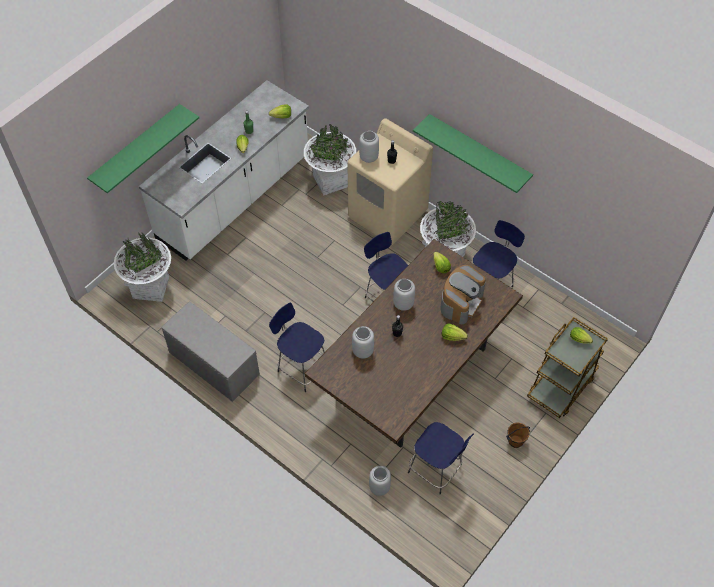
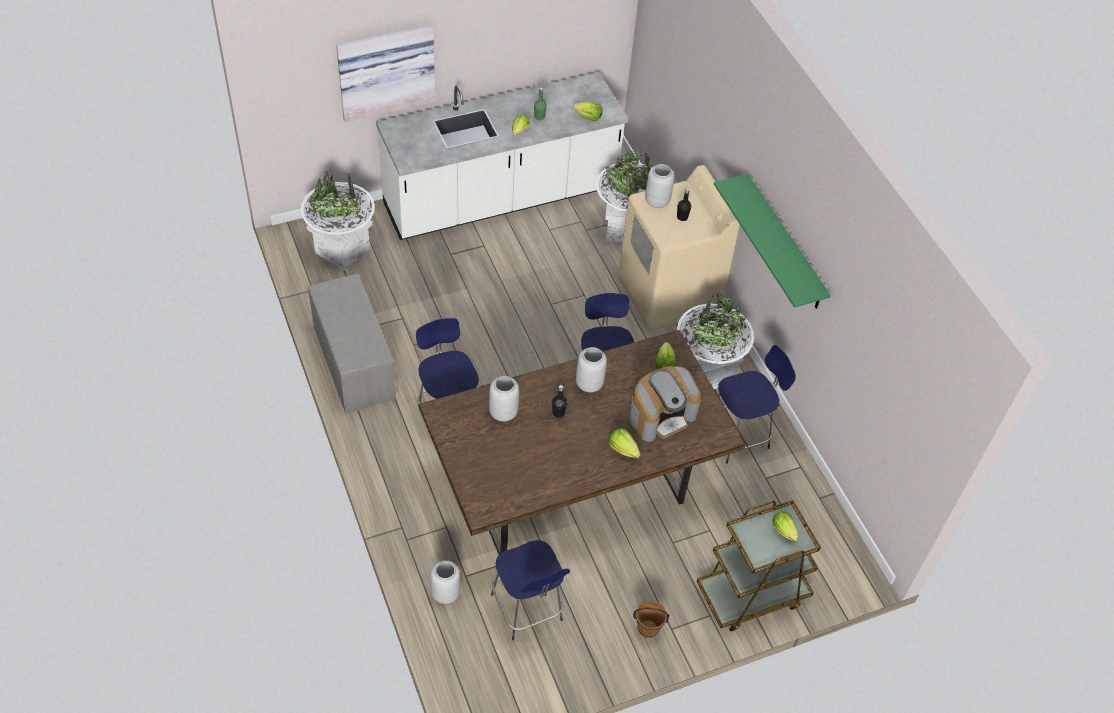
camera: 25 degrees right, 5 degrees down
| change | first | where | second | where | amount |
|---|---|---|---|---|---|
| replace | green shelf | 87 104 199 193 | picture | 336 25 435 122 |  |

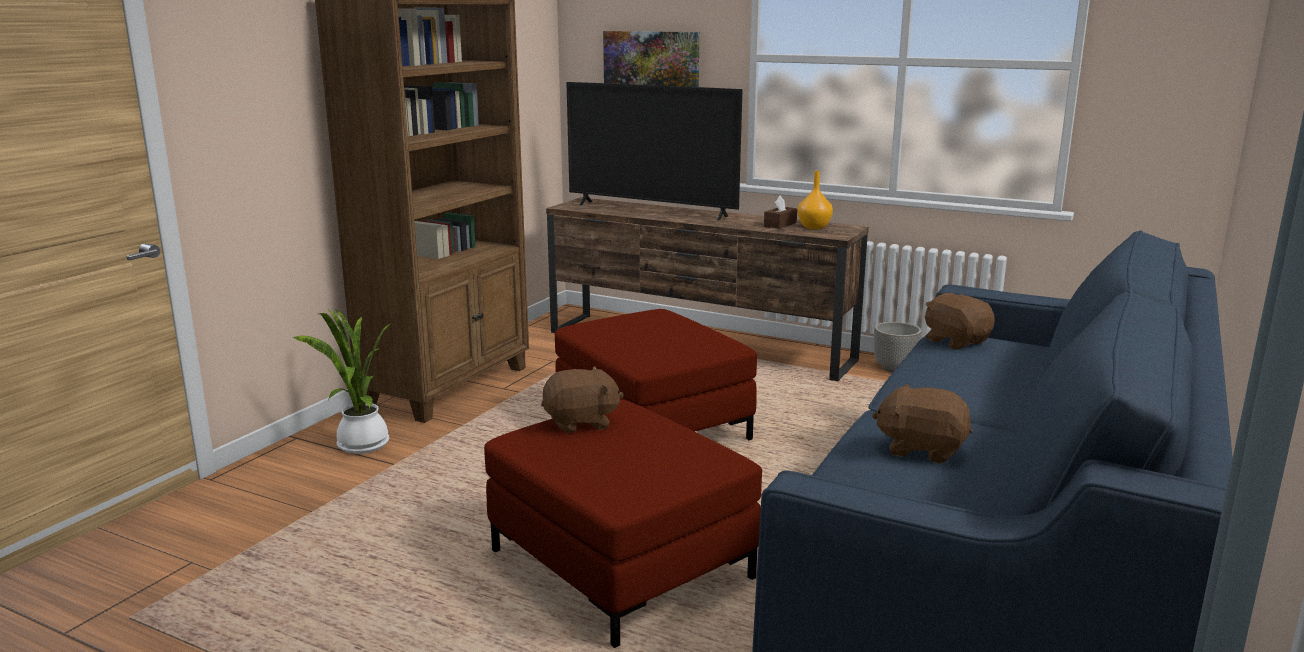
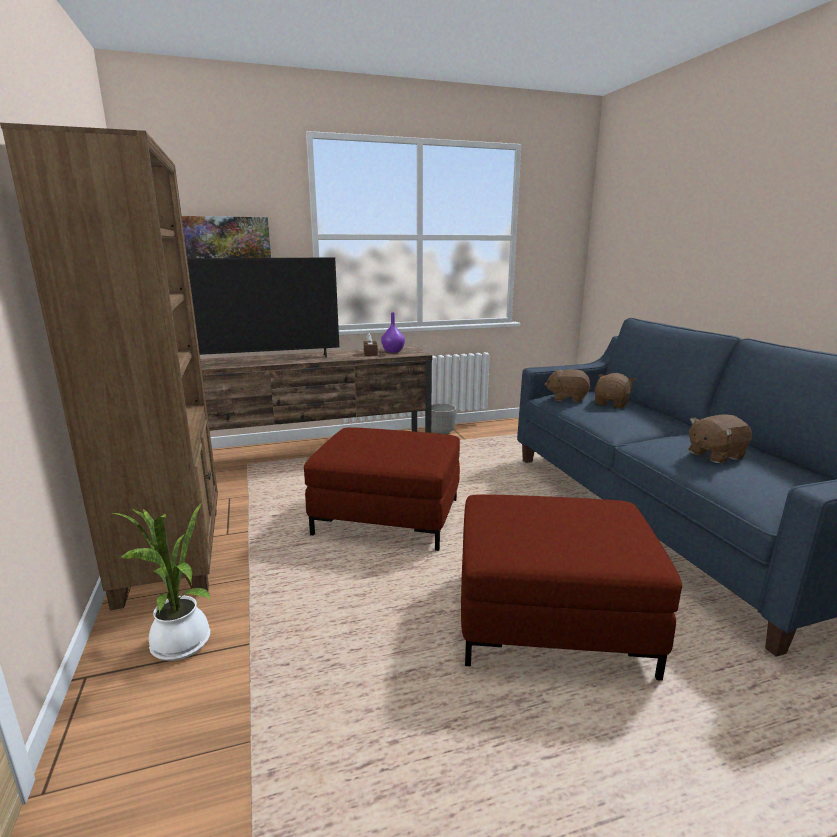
camera: 45 degrees left, 0 degrees up
| change | first | where | second | where | amount |
|---|---|---|---|---|---|
| recolor | orange vase | 798 171 833 229 | purple vase | 381 312 405 353 |  |
| move | brown plush toy | 541 366 624 433 |  | 595 373 636 408 |  |

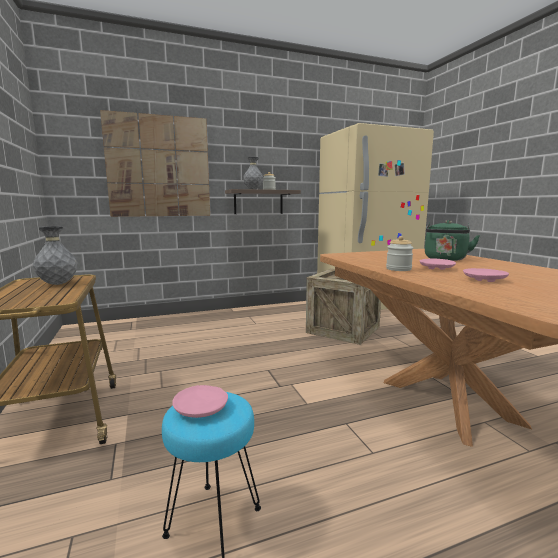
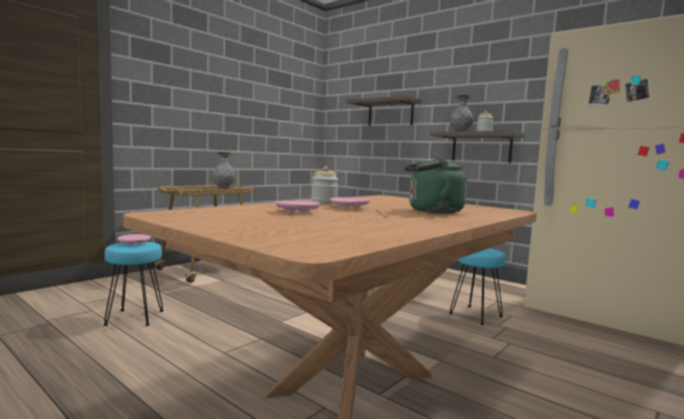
camera: 60 degrees right, 5 degrees down
| change | first | where | second | where | amount |
|---|---|---|---|---|---|
| replace | picture | 100 110 210 217 | shelf | 346 95 422 126 |  |
| replace | crate | 306 269 381 345 | turquoise stool | 449 248 506 325 |  |

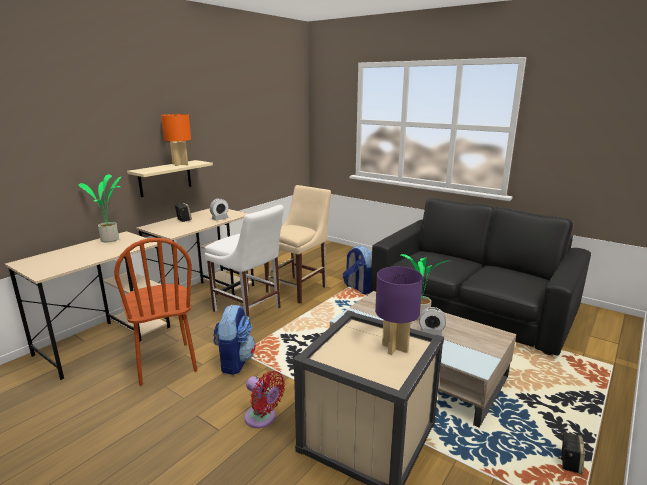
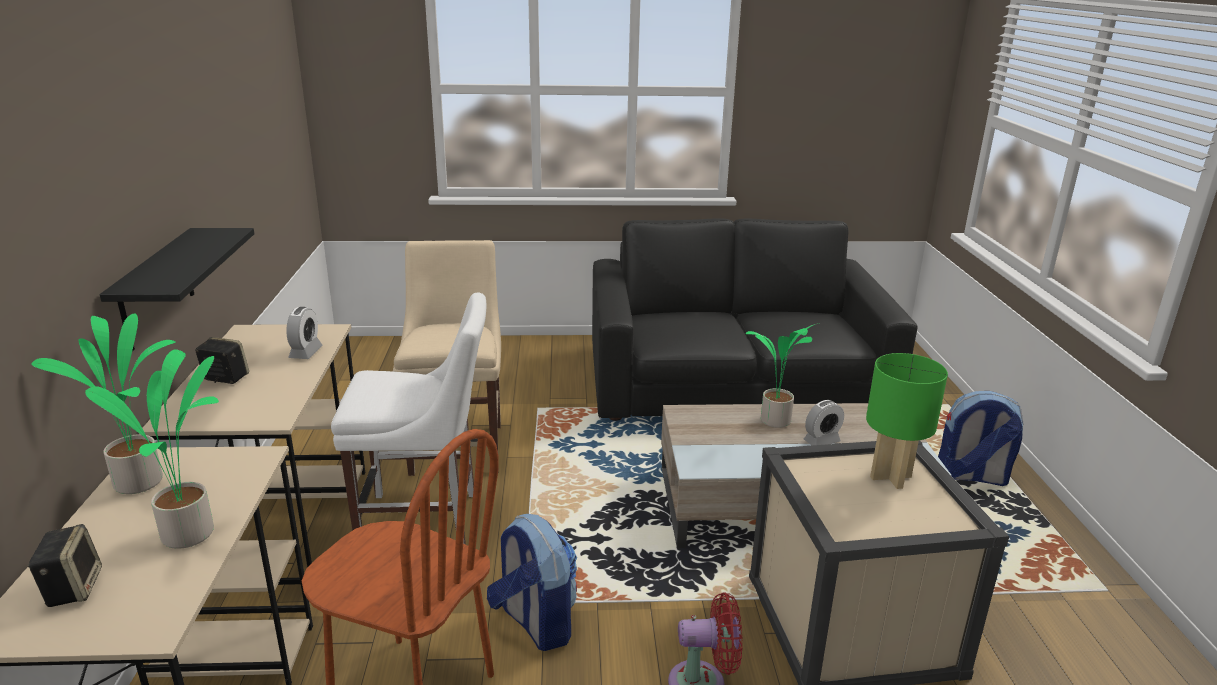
camera: 40 degrees left, 5 degrees up
| change | first | where | second | where | amount |
|---|---|---|---|---|---|
| move | speaker | 558 432 585 474 |  | 27 524 102 607 |  |
| insert |  |  | potted plant | 85 349 219 549 |  |
| recolor | beige shelf | 127 160 213 197 | black shelf | 100 228 254 351 |  |
| recolor | purple table lamp | 375 267 423 355 | green table lamp | 866 353 948 489 |  |
| move | backpack | 343 246 372 294 |  | 938 391 1024 486 |  |
| delete | orange table lamp | 161 114 191 166 |  |  |  |

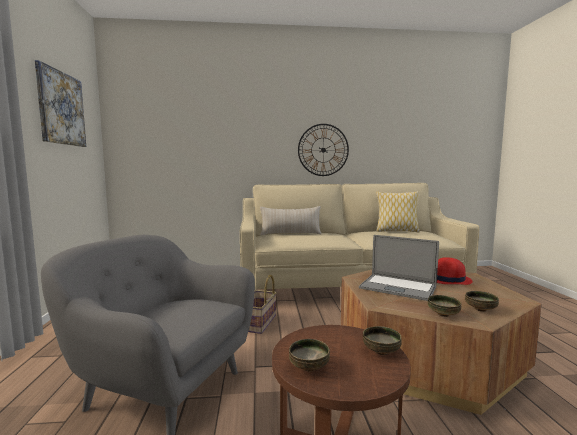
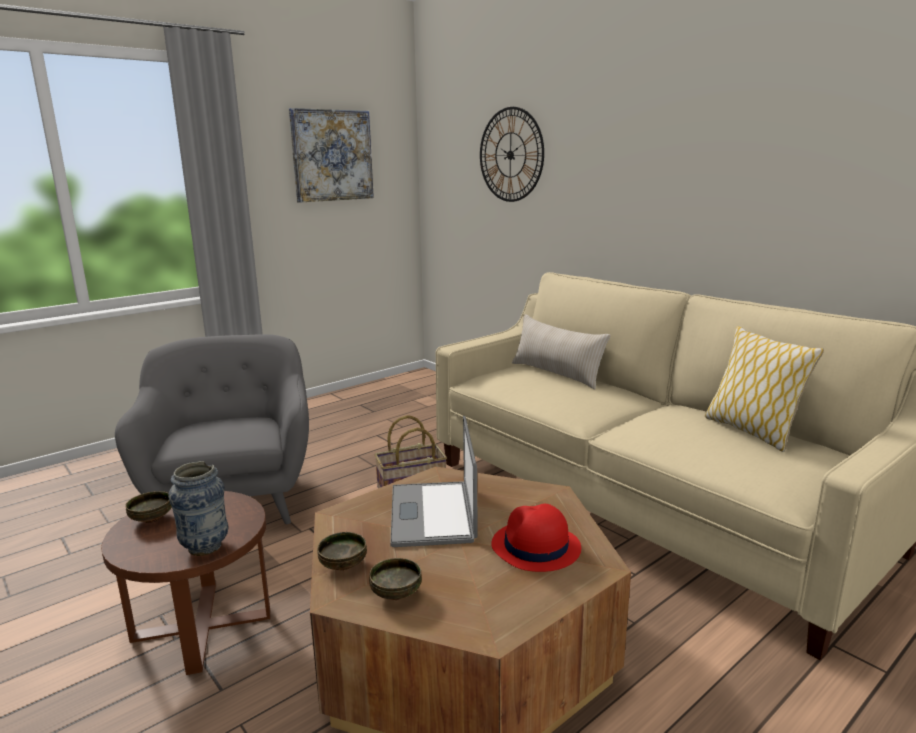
camera: 55 degrees right, 10 degrees up
| change | first | where | second | where | amount |
|---|---|---|---|---|---|
| replace | bowl | 363 326 402 355 | vase | 168 461 228 556 |  |
| move | wall clock | 298 124 349 176 |  | 480 107 544 202 |  |

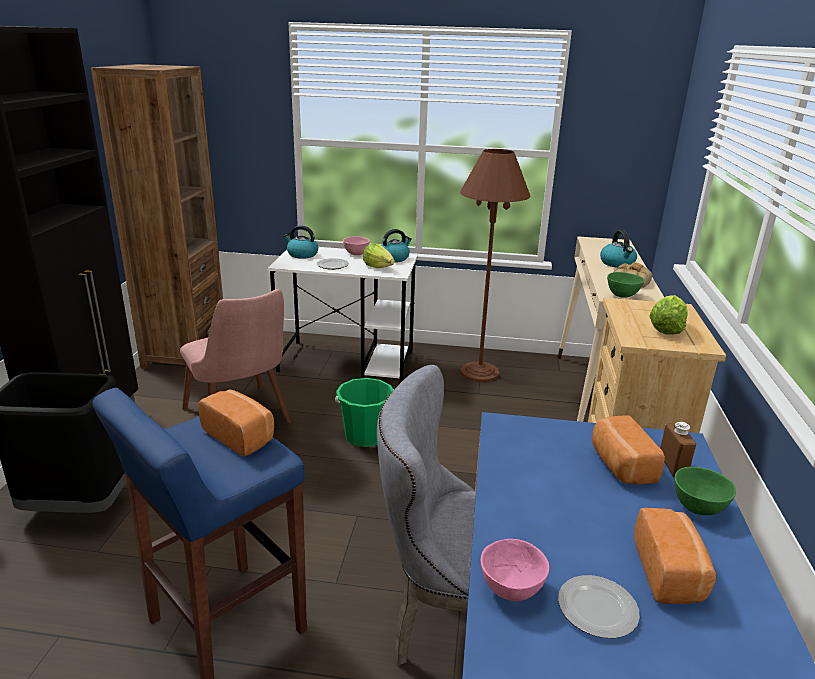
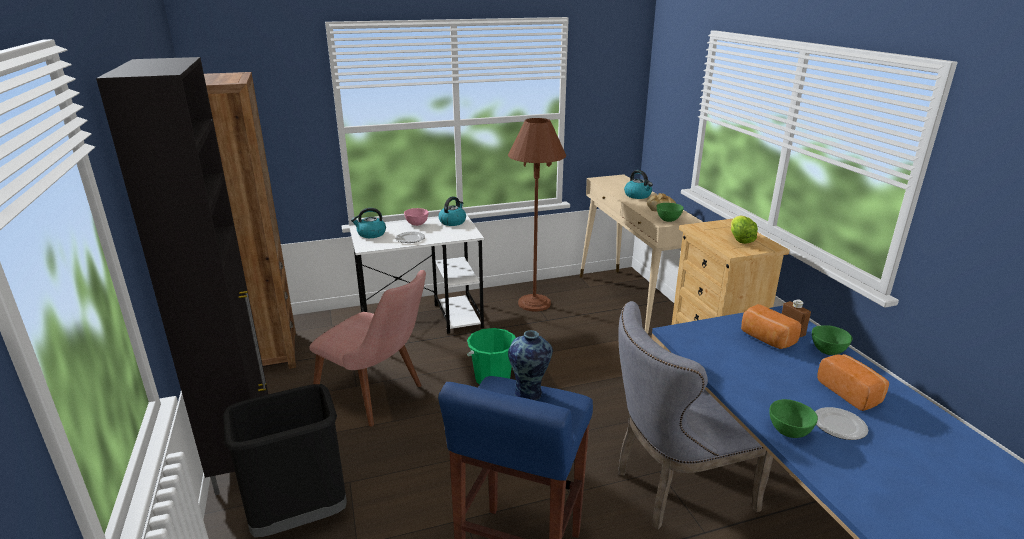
camera: 25 degrees left, 0 degrees up
| change | first | where | second | where | amount |
|---|---|---|---|---|---|
| replace | bread | 199 390 274 457 | vase | 508 330 553 400 |  |
| recolor | pink bowl | 481 539 549 601 | green bowl | 769 399 818 438 |  |
| delete | lettuce | 363 243 395 268 |  |  |  |

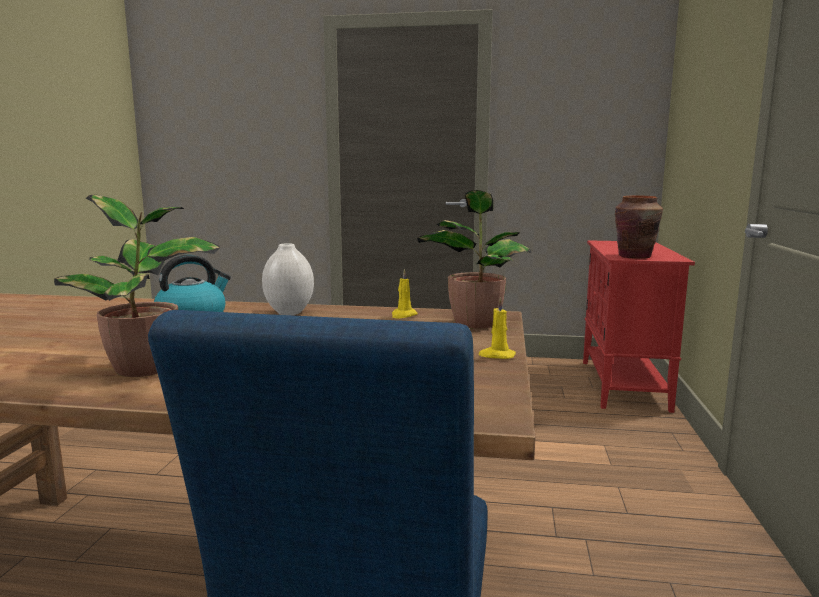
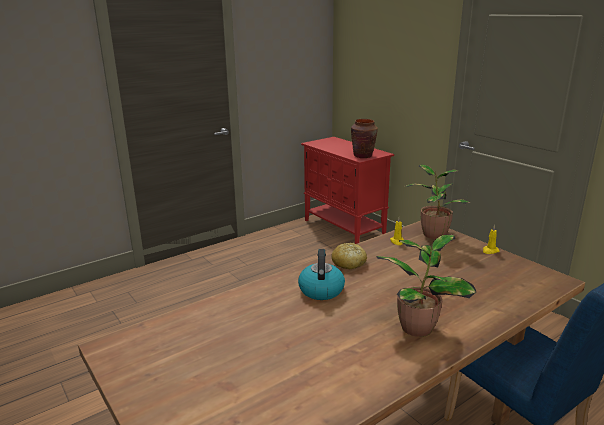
camera: 45 degrees left, 10 degrees up
| change | first | where | second | where | amount |
|---|---|---|---|---|---|
| replace | white vase | 262 243 314 315 | bread | 331 243 367 269 |  |

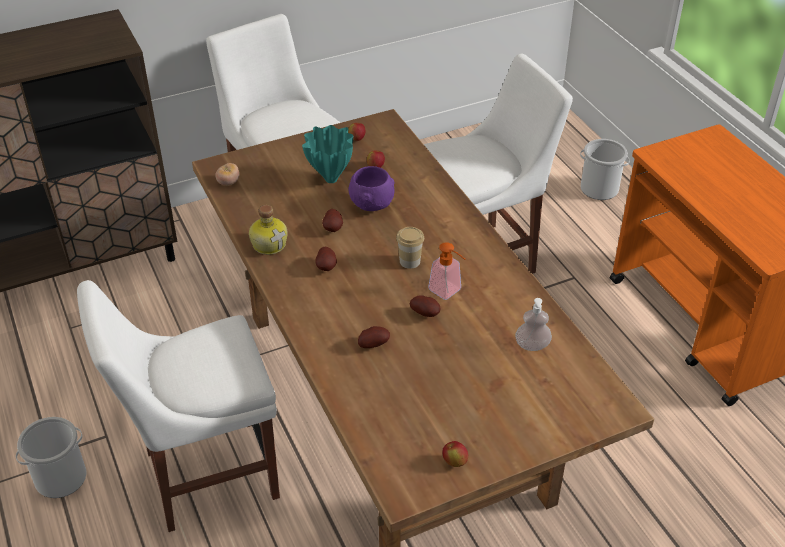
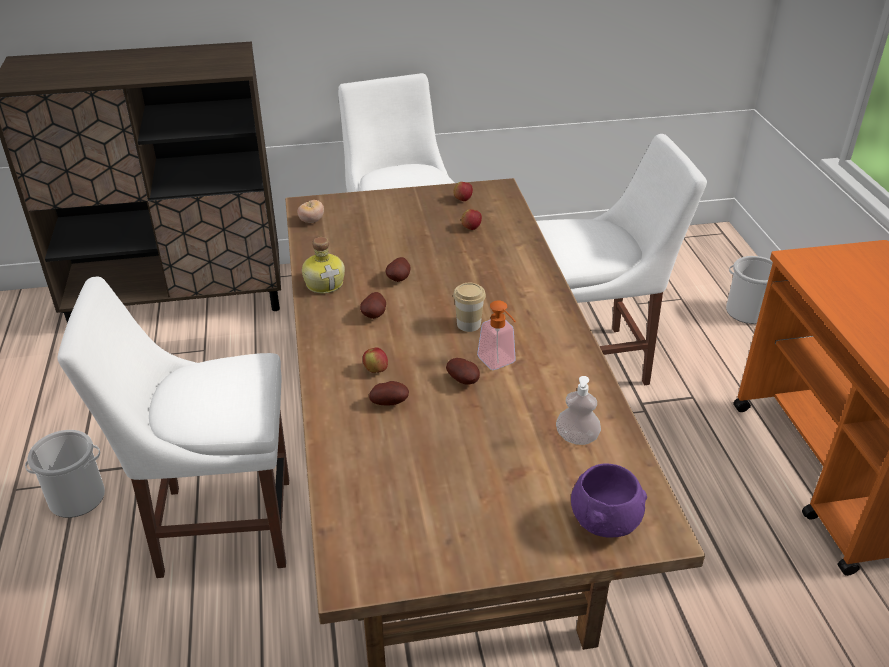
camera: 15 degrees right, 5 degrees down
| change | first | where | second | where | amount |
|---|---|---|---|---|---|
| move | apple | 442 441 468 467 |  | 363 347 388 373 |  |
| move | purple bowl | 349 166 395 211 |  | 571 464 647 538 |  |
| delete | turquoise vase | 302 125 353 183 |  |  |  |

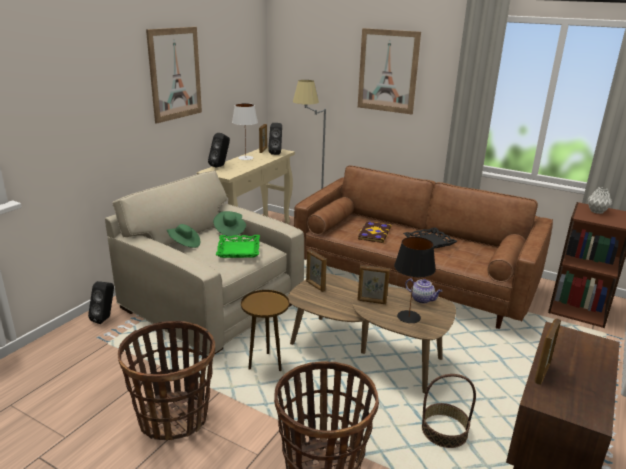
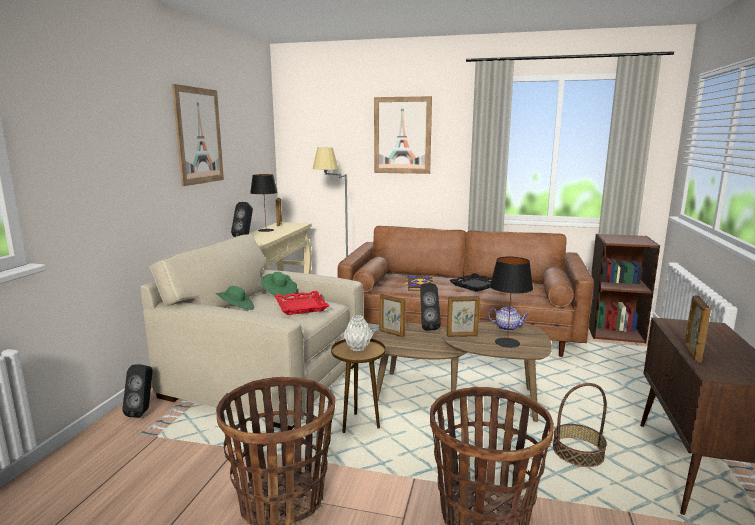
camera: 15 degrees left, 10 degrees down
| change | first | where | second | where | amount |
|---|---|---|---|---|---|
| recolor | white table lamp | 232 103 258 160 | black table lamp | 250 174 278 232 |  |
| recolor | green tray | 216 235 260 258 | red tray | 275 291 329 315 |  |
| move | grey vase | 588 187 612 214 |  | 343 315 373 351 |  |
| move | black speaker | 268 123 282 155 |  | 420 283 441 331 |  |

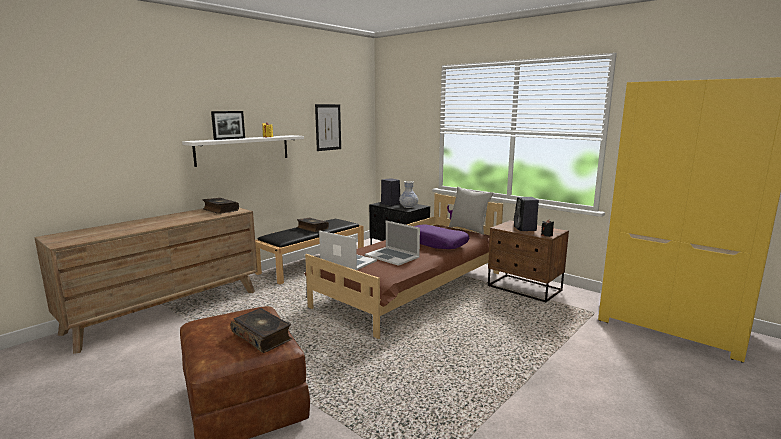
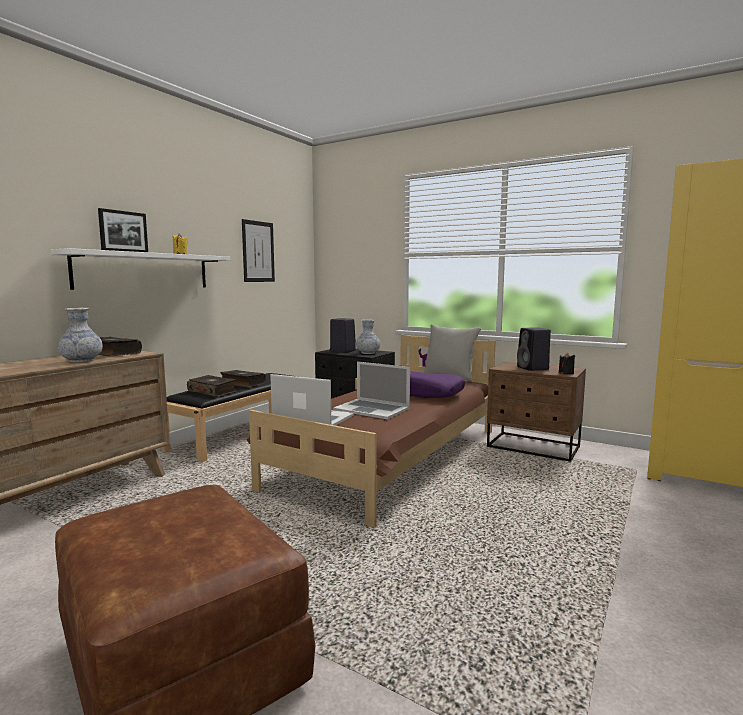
camera: 10 degrees left, 5 degrees down
| change | first | where | second | where | amount |
|---|---|---|---|---|---|
| insert |  |  | vase | 58 308 103 363 |  |
| move | book | 231 308 293 353 |  | 187 375 236 397 |  |

